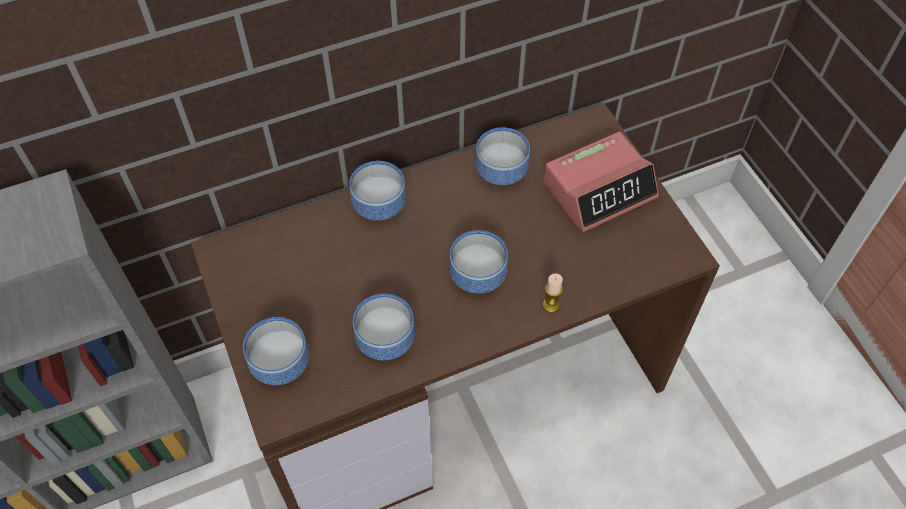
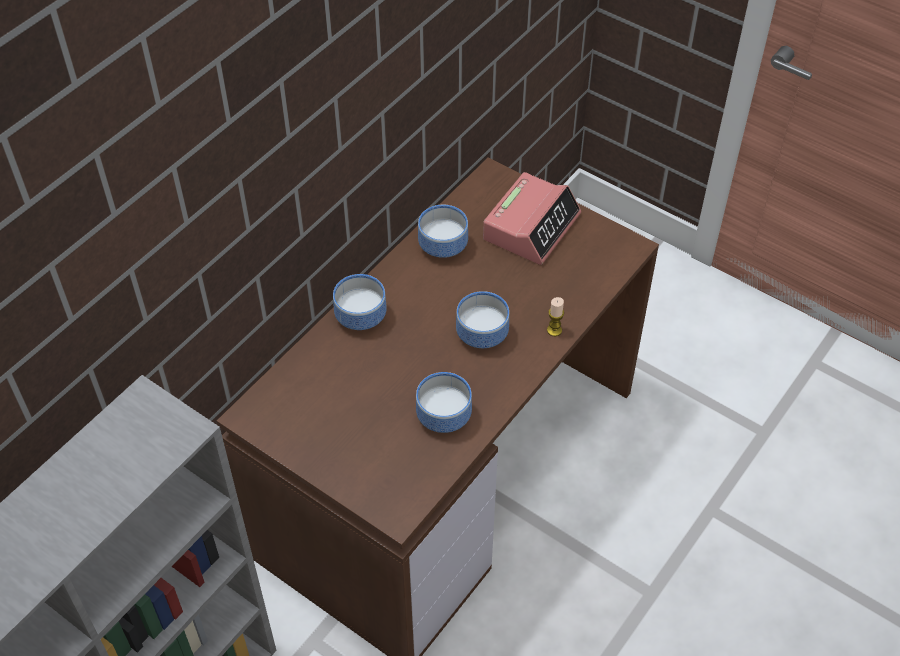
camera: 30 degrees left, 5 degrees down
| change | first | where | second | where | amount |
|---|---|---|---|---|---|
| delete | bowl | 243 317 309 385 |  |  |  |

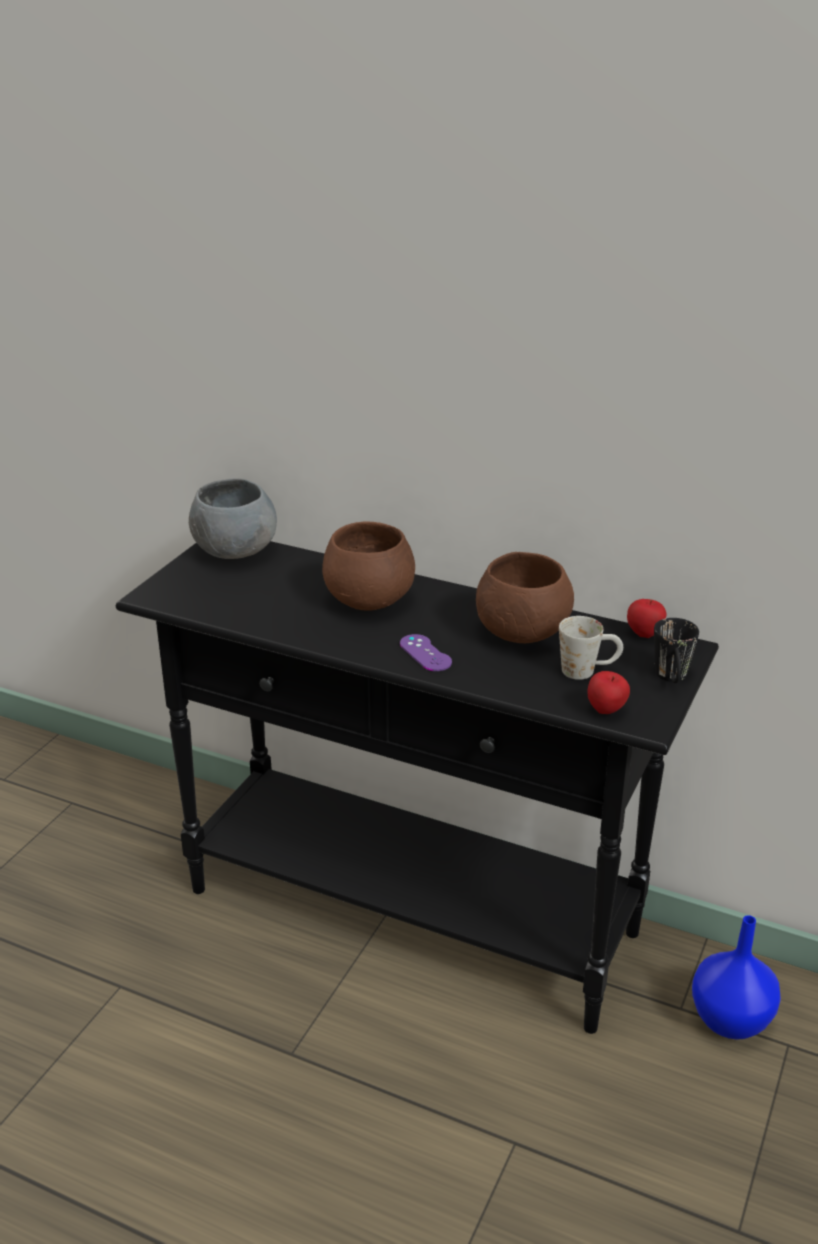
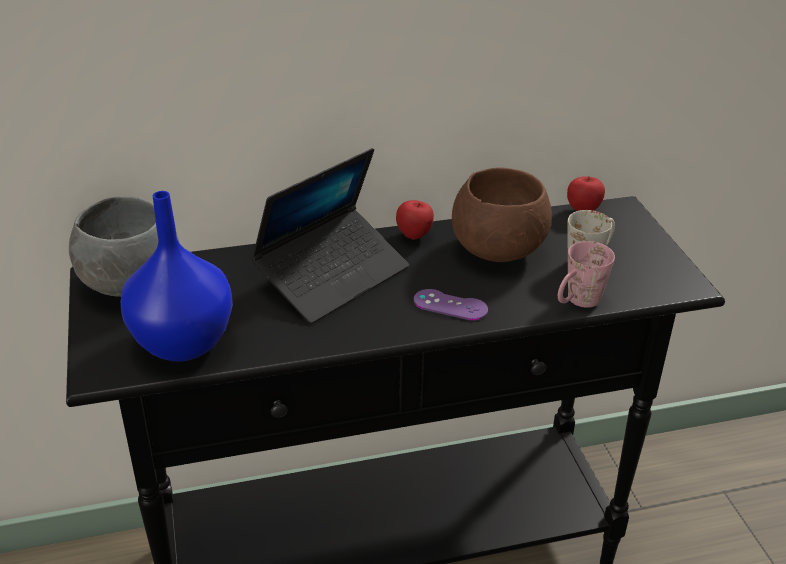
camera: 40 degrees left, 5 degrees up
| change | first | where | second | where | amount |
|---|---|---|---|---|---|
| move | blue vase | 692 915 781 1040 |  | 121 191 233 362 |  |
| replace | brown bowl | 322 521 415 611 | laptop | 251 148 409 324 |  |
| move | apple | 587 671 630 714 |  | 396 200 434 240 |  |
| insert |  |  | pink mug | 558 241 615 308 |  |
| delete | black mug | 654 618 699 683 |  |  |  |

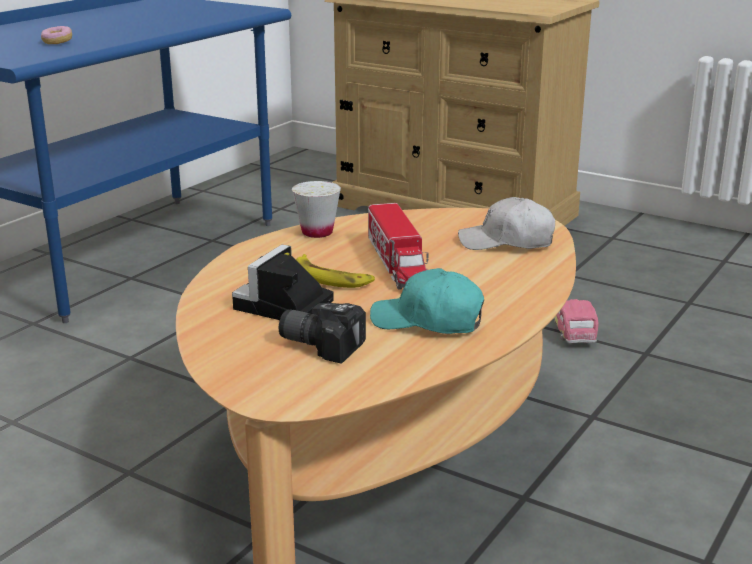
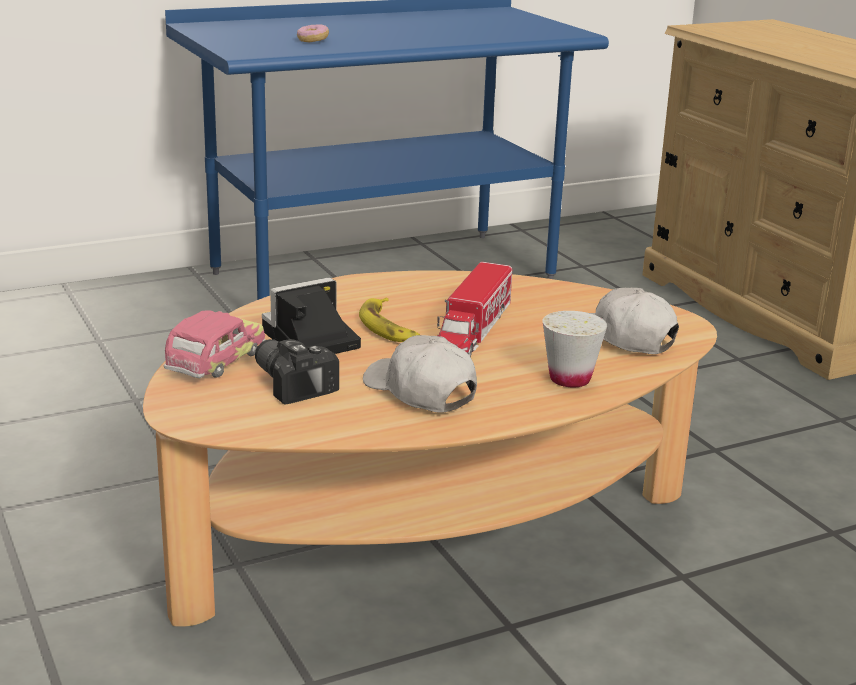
camera: 30 degrees right, 0 degrees up
| change | first | where | second | where | amount |
|---|---|---|---|---|---|
| move | toy car | 554 299 599 343 |  | 163 311 266 378 |  |
| recolor | turquoise cap | 370 268 484 334 | white cap | 363 335 477 413 |  |
| move | white cup | 292 181 341 238 |  | 542 311 607 387 |  |

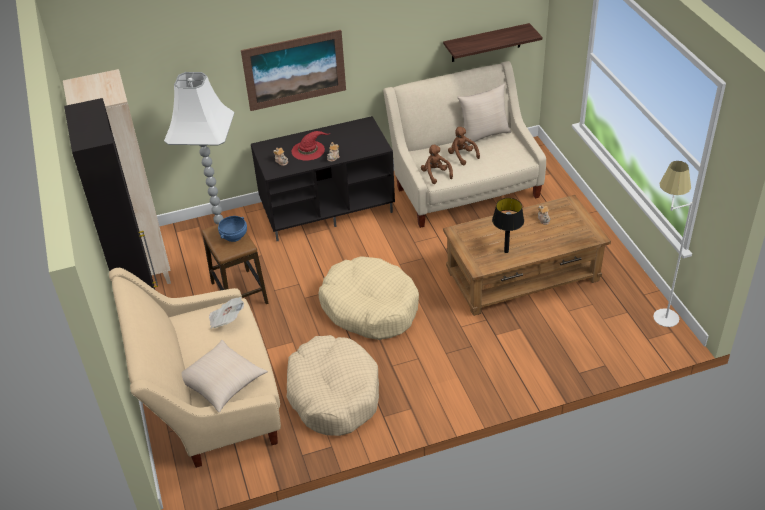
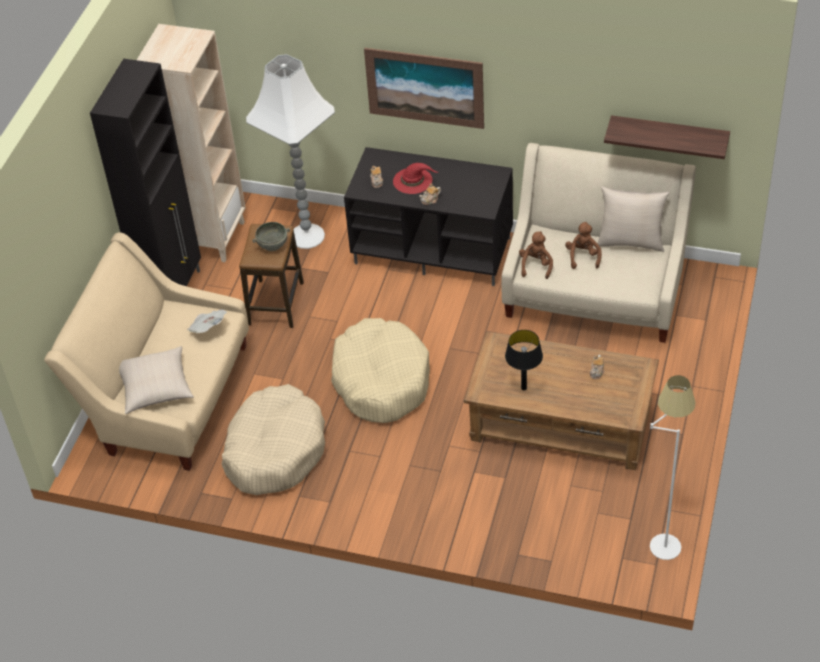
camera: 35 degrees right, 5 degrees up
| change | first | where | second | where | amount |
|---|---|---|---|---|---|
| recolor | blue bowl | 218 216 247 242 | grey bowl | 253 222 290 251 |  |

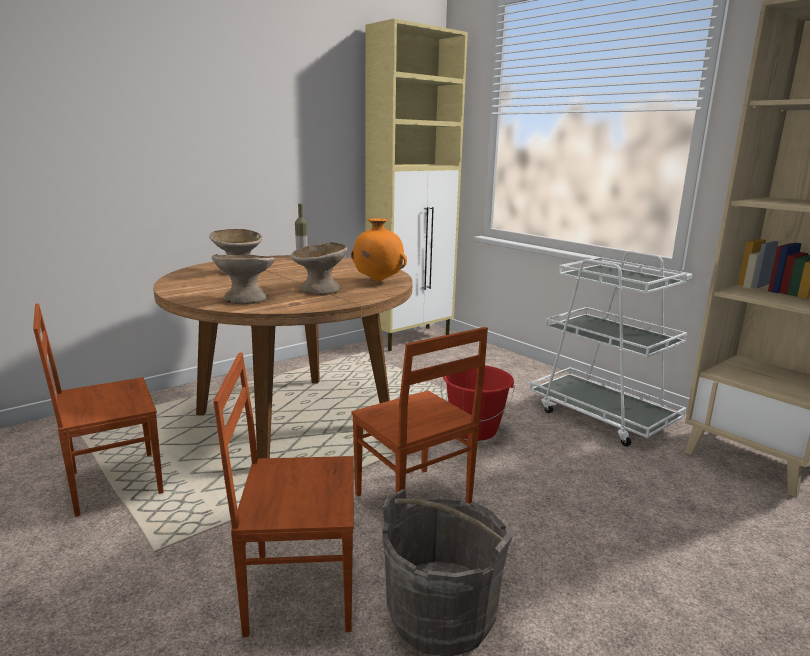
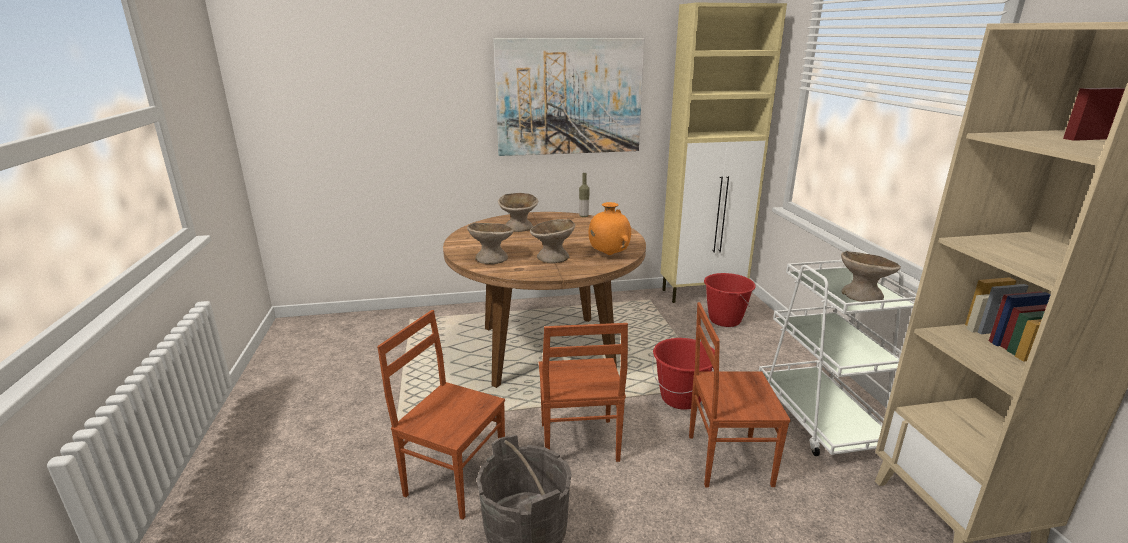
camera: 30 degrees right, 5 degrees up
| change | first | where | second | where | amount |
|---|---|---|---|---|---|
| insert |  |  | picture | 493 38 644 156 |  |
| move | brown chair | 33 303 164 517 |  | 689 302 791 487 |  |
| insert |  |  | red bucket | 704 273 756 327 |  |
| insert |  |  | beige bowl | 841 251 901 302 |  |

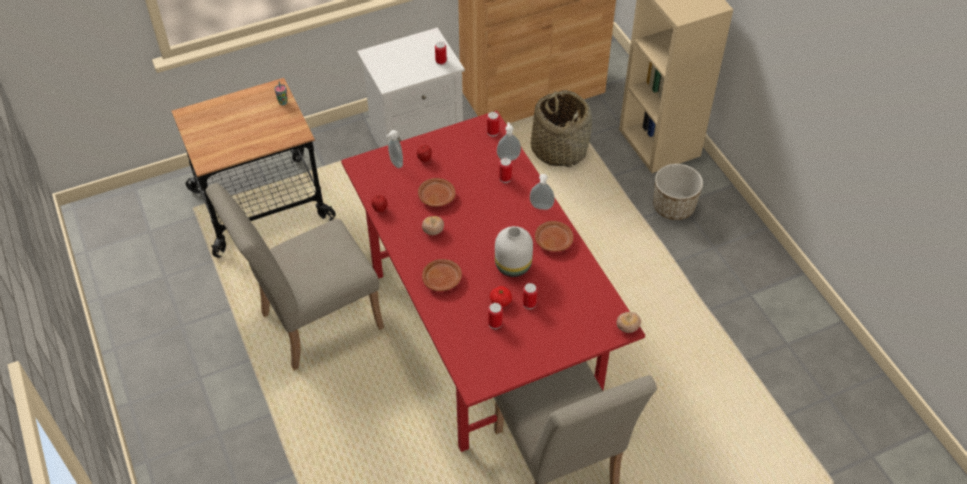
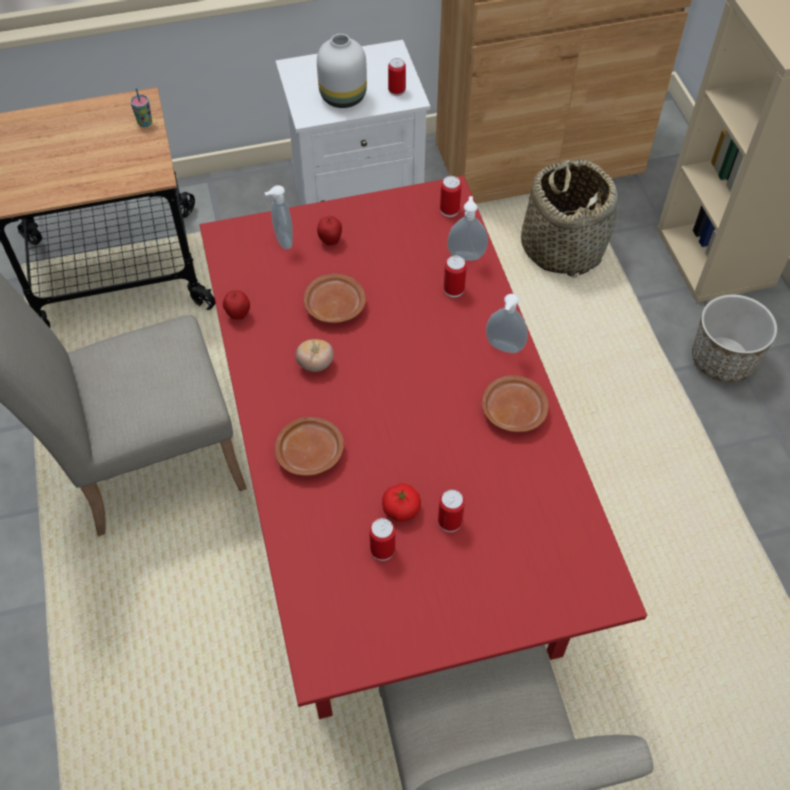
camera: 10 degrees right, 5 degrees up
| change | first | where | second | where | amount |
|---|---|---|---|---|---|
| move | white vase | 495 226 533 277 |  | 317 34 367 108 |  |
| delete | tomato | 616 312 641 333 |  |  |  |

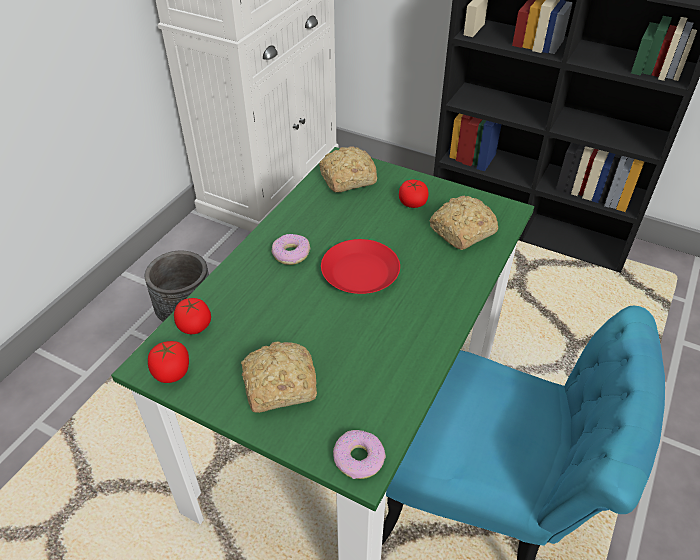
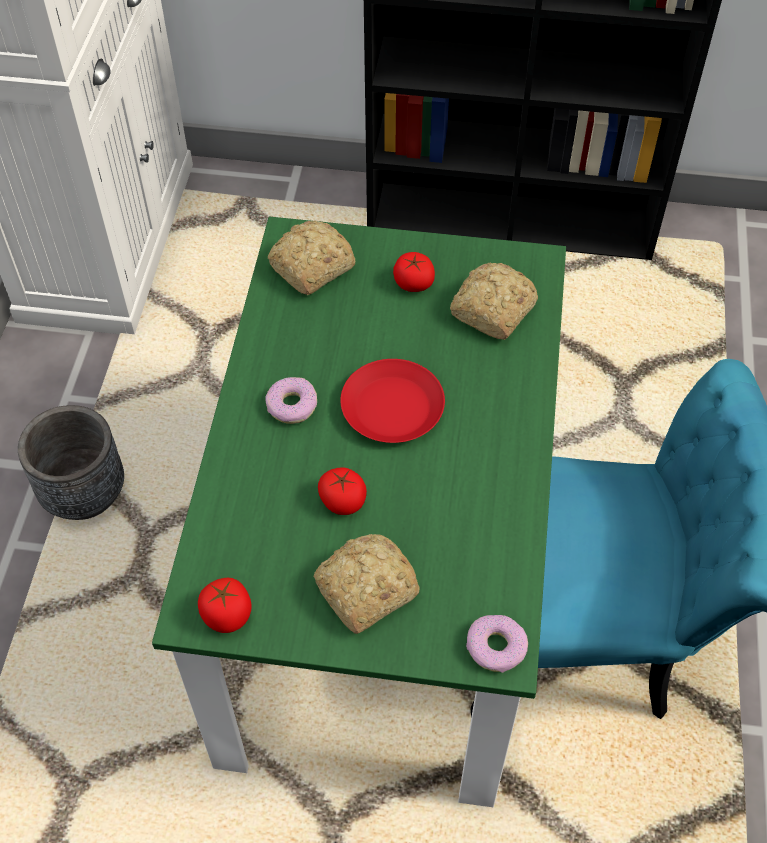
camera: 20 degrees left, 10 degrees up
| change | first | where | second | where | amount |
|---|---|---|---|---|---|
| move | tomato | 174 298 211 334 |  | 318 467 367 515 |  |

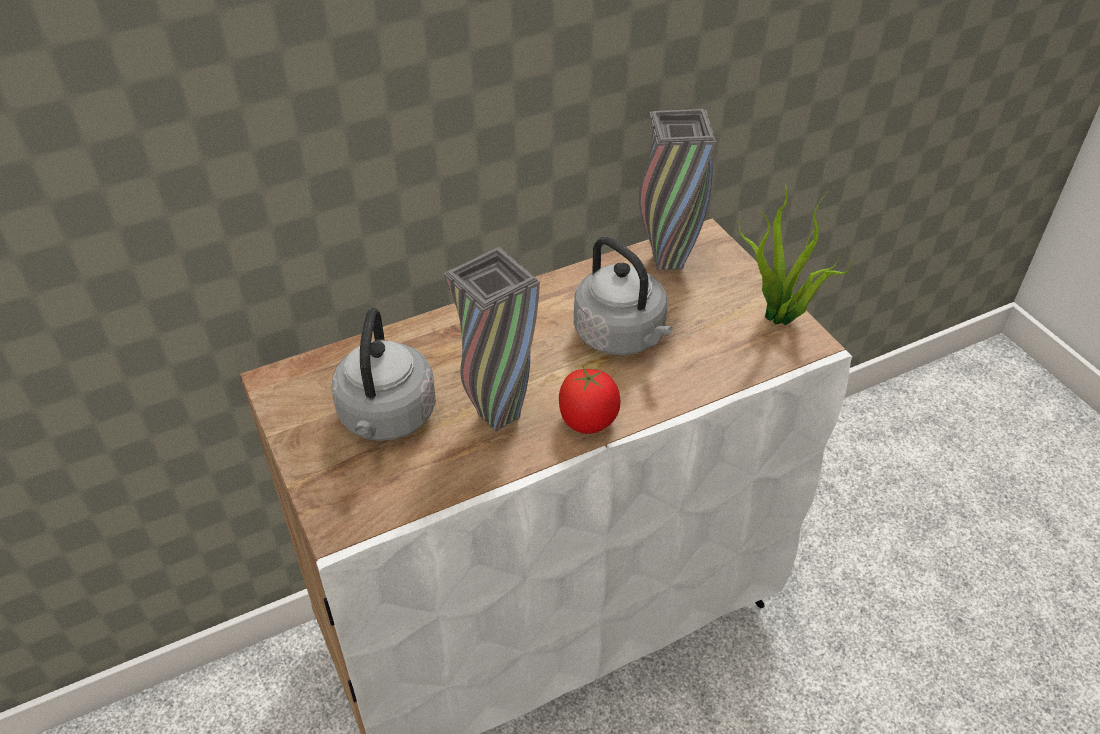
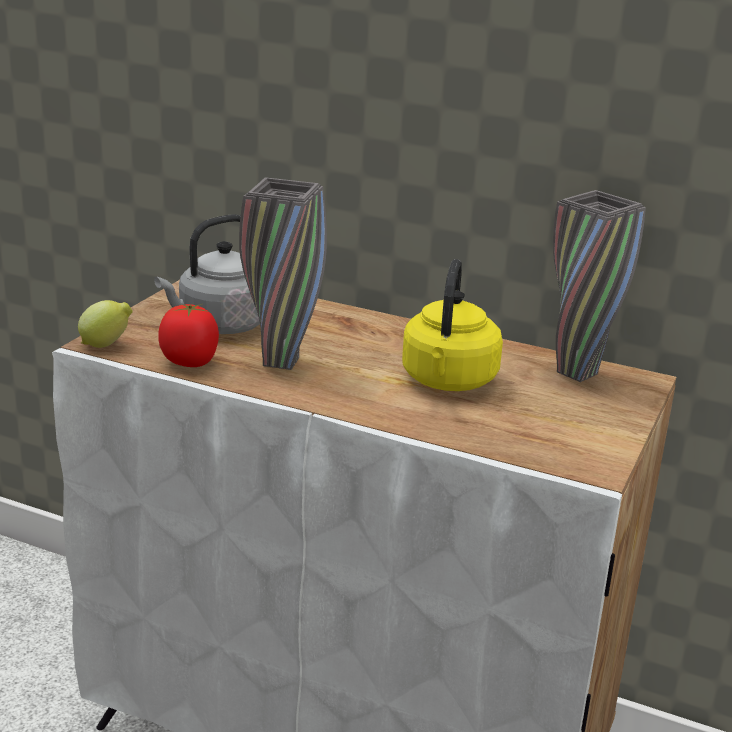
camera: 50 degrees right, 20 degrees down
| change | first | where | second | where | amount |
|---|---|---|---|---|---|
| insert |  |  | lemon | 78 300 133 348 |  |
| move | tomato | 559 365 620 434 |  | 158 304 219 367 |  |
| recolor | grey kettle | 574 237 673 355 | yellow kettle | 402 259 503 391 |  |
| delete | potted plant | 739 183 851 325 |  |  |  |

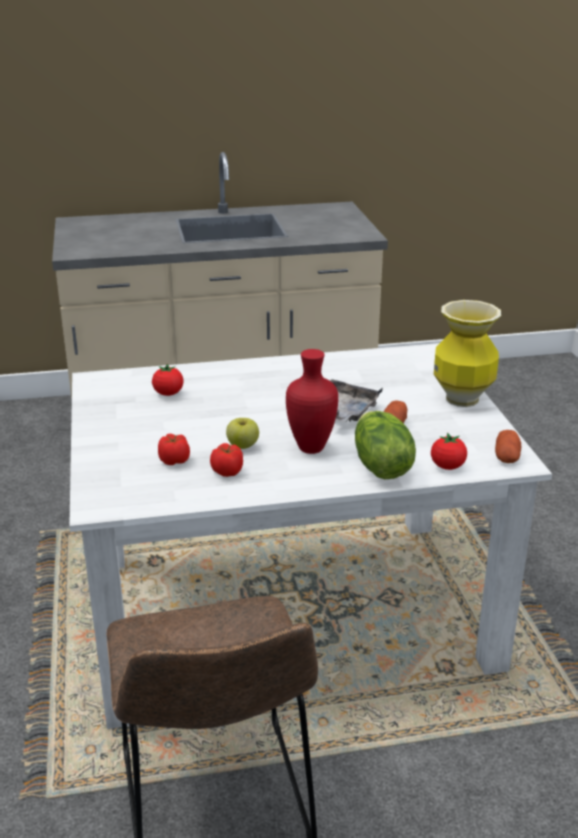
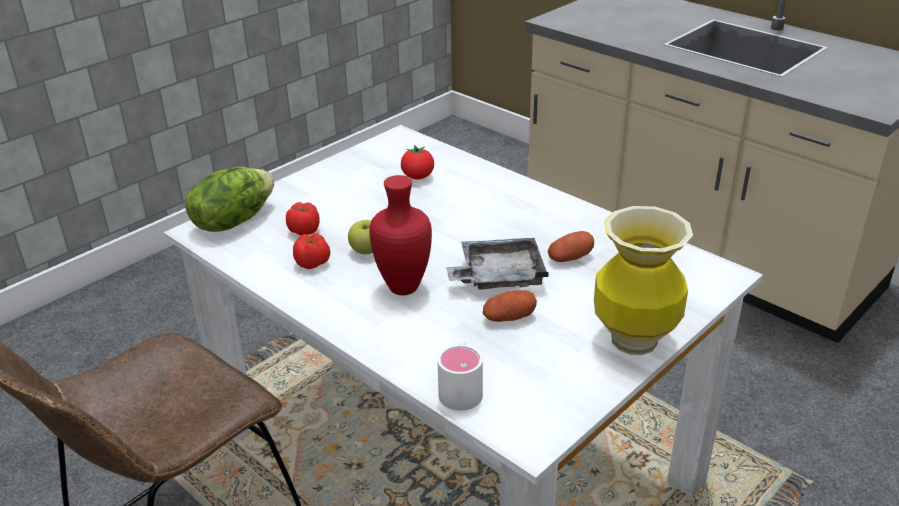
camera: 55 degrees right, 5 degrees up
| change | first | where | second | where | amount |
|---|---|---|---|---|---|
| move | lettuce | 355 411 416 479 |  | 185 167 274 232 |  |
| replace | tomato | 431 433 467 470 | white mug | 437 341 483 411 |  |
| move | potato | 495 430 521 463 |  | 548 231 594 262 |  |

